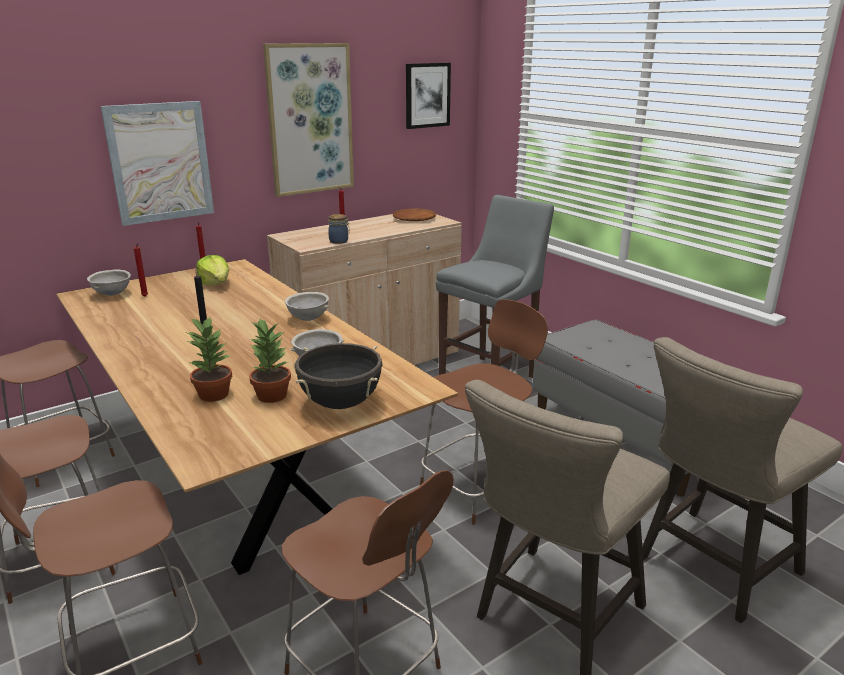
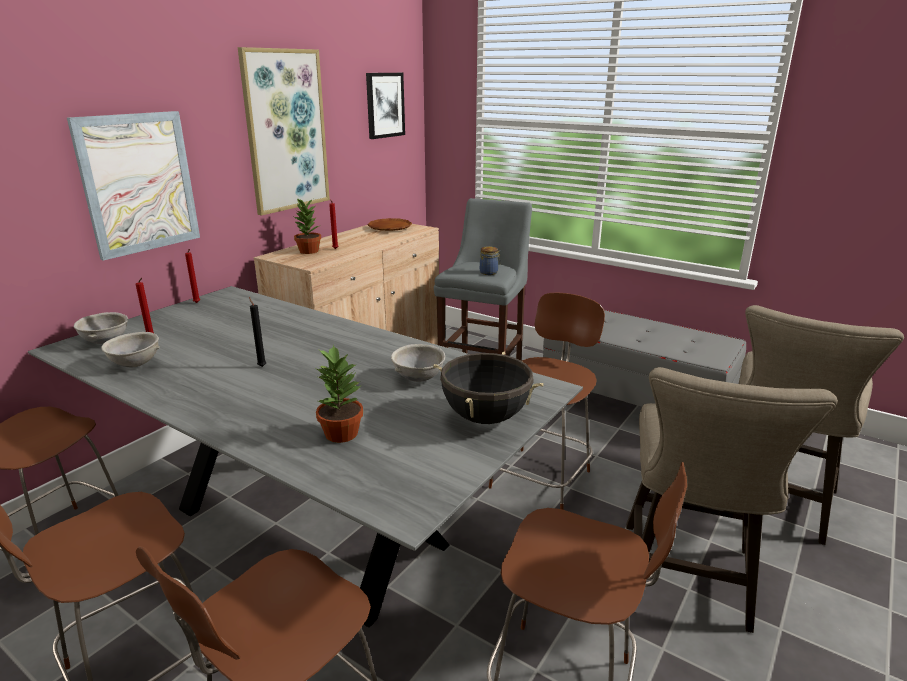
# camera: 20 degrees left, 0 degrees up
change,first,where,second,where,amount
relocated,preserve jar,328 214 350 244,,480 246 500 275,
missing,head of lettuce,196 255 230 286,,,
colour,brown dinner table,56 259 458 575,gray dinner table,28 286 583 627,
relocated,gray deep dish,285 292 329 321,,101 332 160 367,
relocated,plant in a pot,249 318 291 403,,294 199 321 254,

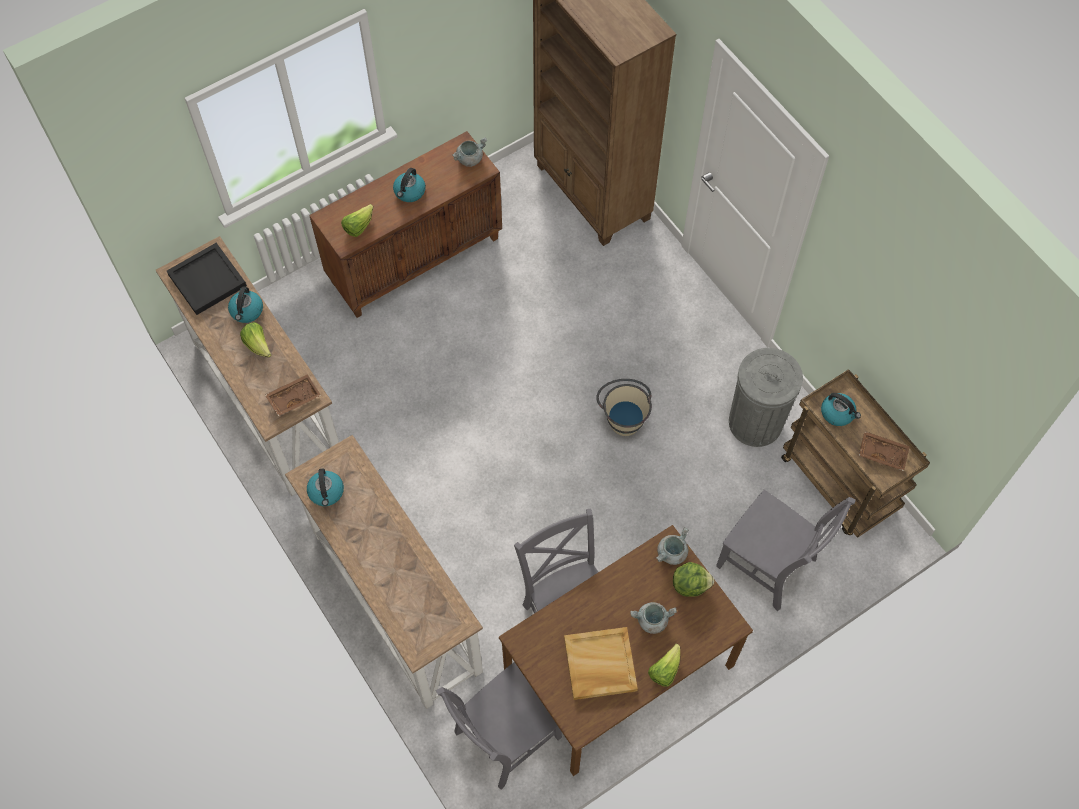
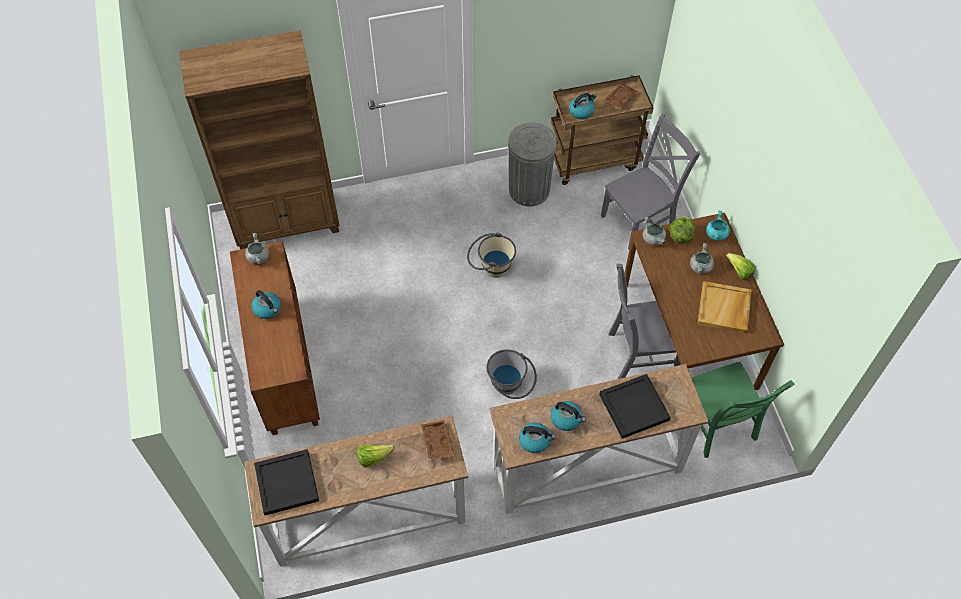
# camera: 70 degrees left, 5 degrees down
change,first,where,second,where,amount
missing,head of lettuce,341 204 373 237,,,
relocated,water kettle,228 286 263 323,,551 401 586 431,
colour,gray chair,436 662 562 790,green chair,691 362 795 458,
appeared,,,turquoise-coloured saucepot,706 211 730 240,
appeared,,,gray pail,486 349 537 399,
appeared,,,black-coloured carrying tray,599 374 671 439,

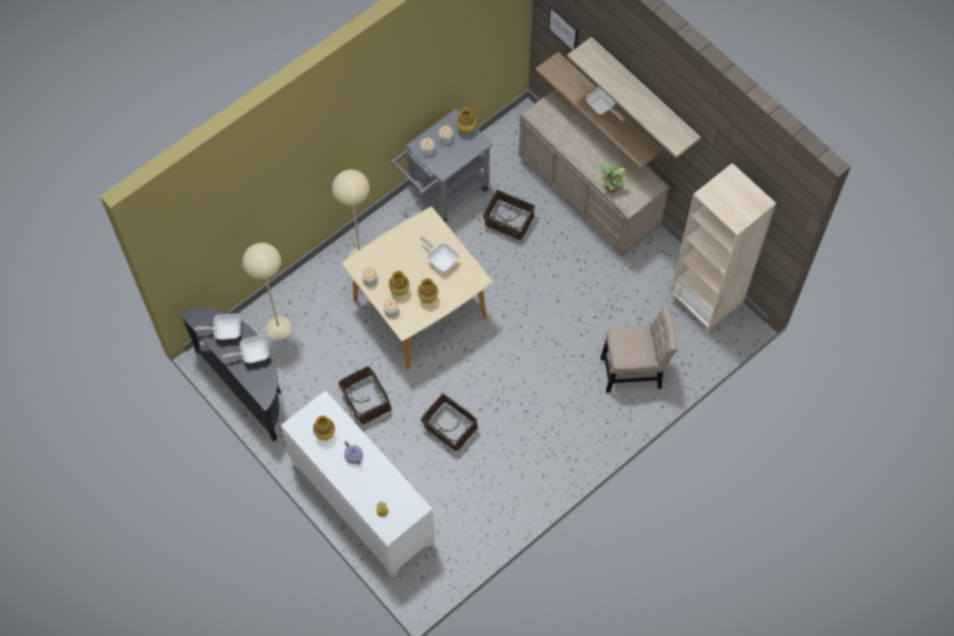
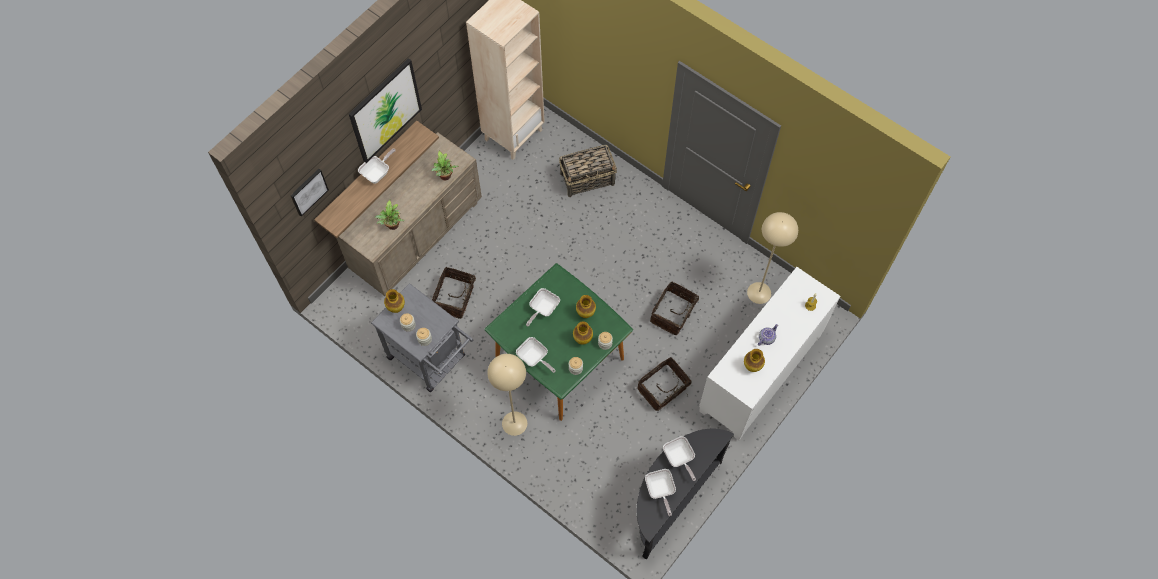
# camera: 100 degrees left, 0 degrees up
change,first,where,second,where,amount
exchanged,shelf,567 37 701 158,picture,349 58 422 163,
colour,beige dinner table,341 207 493 370,green dinner table,484 263 633 421,
relocated,beige standing lamp,242 243 292 339,,747 212 798 304,
exchanged,beige chair,600 306 678 393,storage basket,559 145 617 197,
appeared,,,plant in a pot,375 200 404 230,
appeared,,,pan,516 337 556 373,

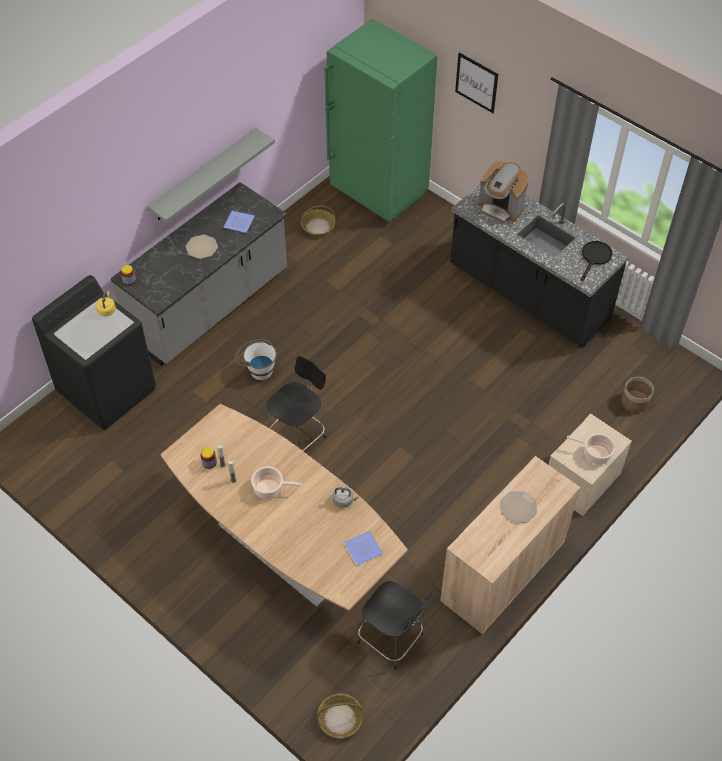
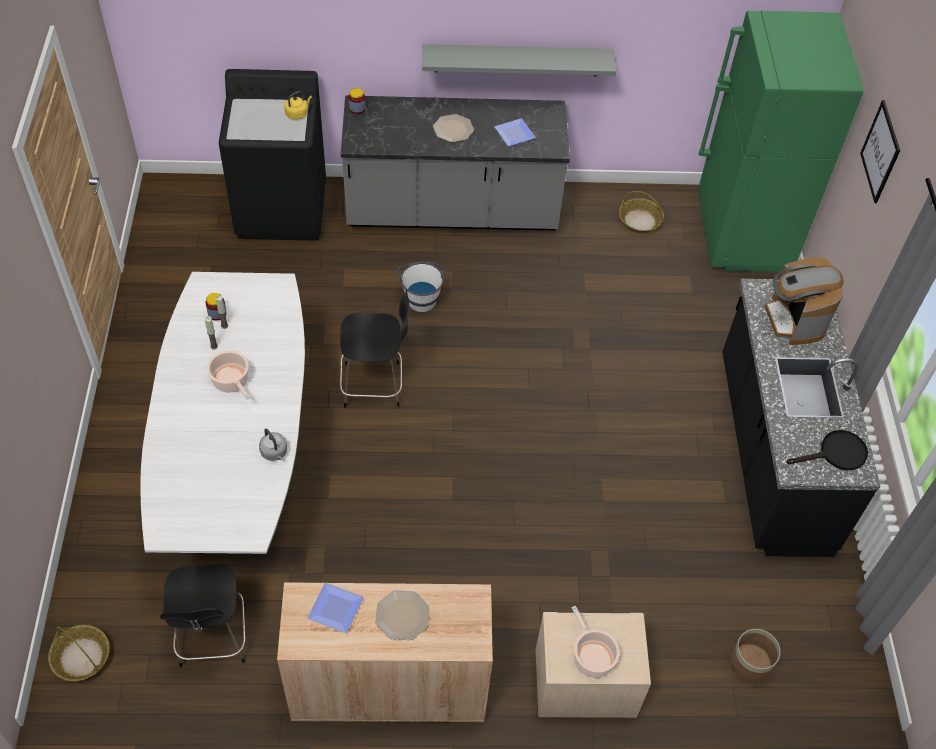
# camera: 45 degrees right, 0 degrees up
change,first,where,second,where,amount
colour,brown dinner table,161 404 408 611,whitish dinner table,140 272 305 554,
relocated,plate,344 531 383 566,,307 583 364 633,

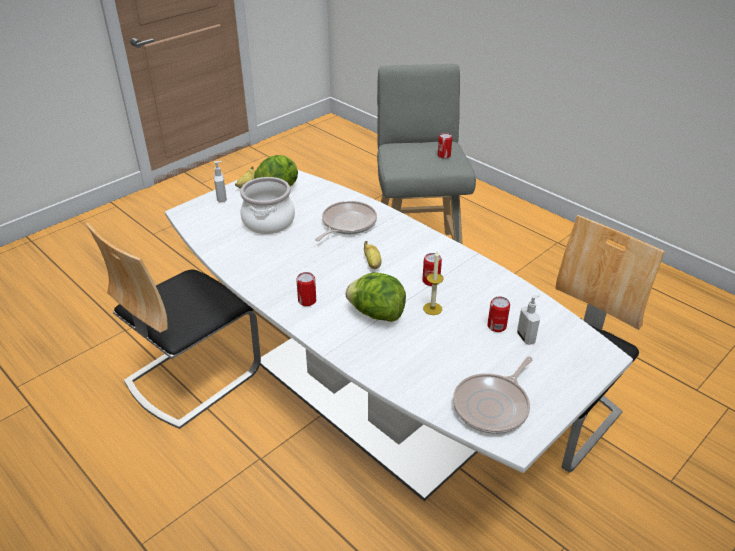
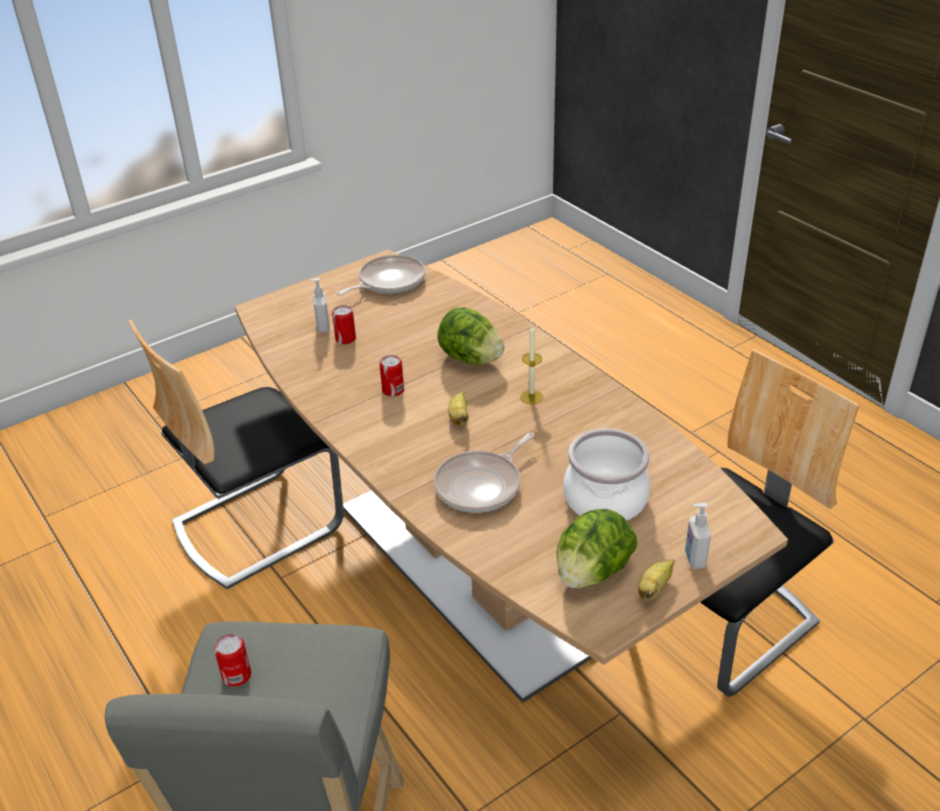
# camera: 170 degrees left, 0 degrees up
change,first,where,second,where,amount
colour,whitish dinner table,165 170 633 501,brown dinner table,235 250 788 703,
relocated,candle,423 251 444 315,,520 325 543 404,
missing,metal can,296 272 316 306,,,

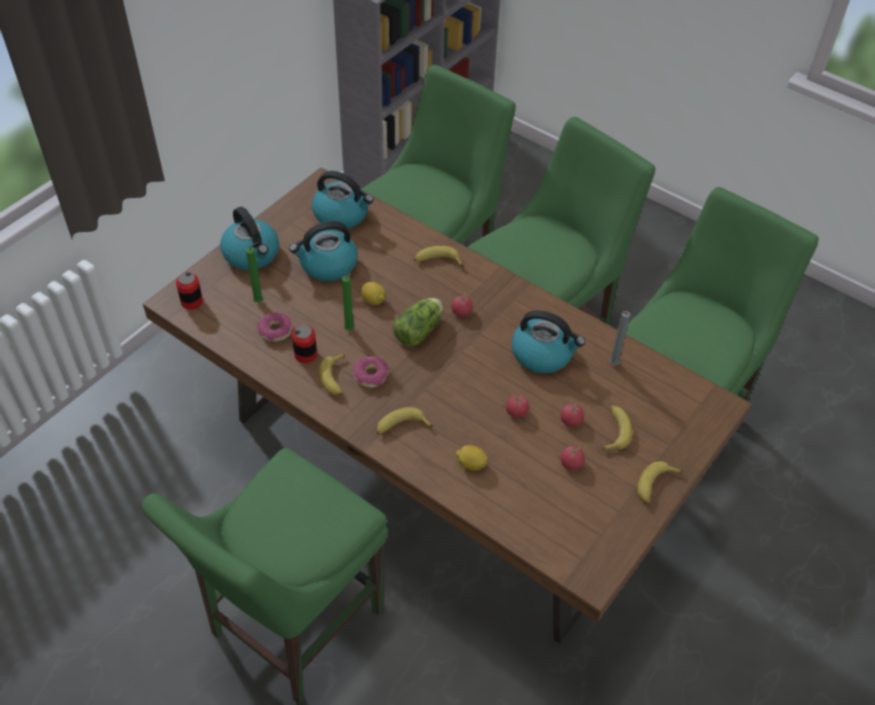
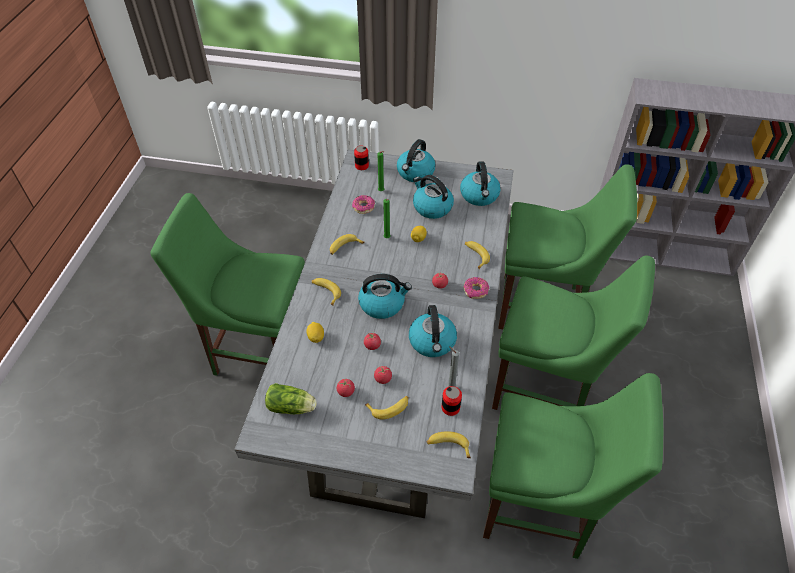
# camera: 65 degrees right, 0 degrees up
change,first,where,second,where,amount
colour,brown dinner table,143 167 752 644,gray dinner table,234 149 513 518,
relocated,head of lettuce,393 298 443 346,,265 383 317 414,
relocated,metal can,292 325 317 363,,442 386 462 416,
relocated,ring doughnut,353 356 388 388,,463 277 489 299,
relocated,whole banana,637 461 683 504,,427 431 471 458,
appeared,,,water kettle,358 274 412 319,

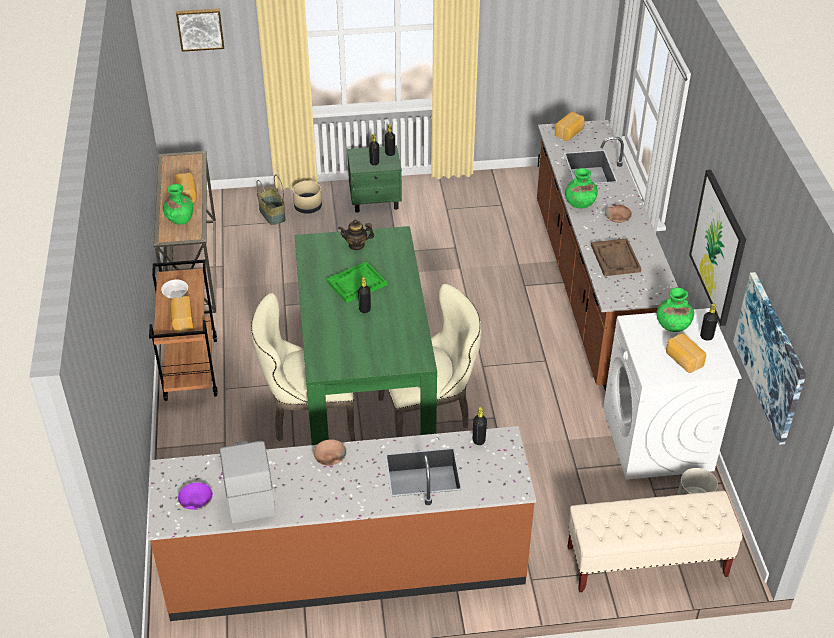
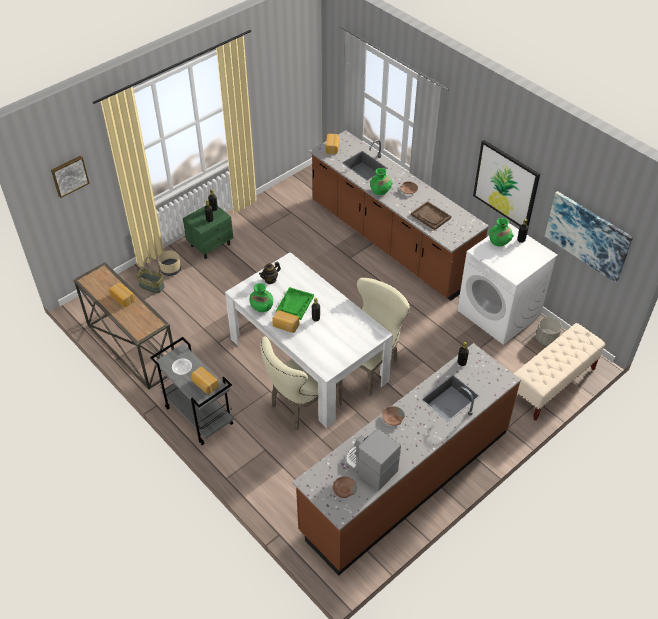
# camera: 35 degrees left, 5 degrees up
change,first,where,second,where,amount
relocated,green decorative vase,163 184 193 225,,249 283 273 312,
colour,green dinner table,295 226 437 445,whitish dinner table,225 252 393 428,
colour,brown wheeled cart,149 259 218 401,gray wheeled cart,150 337 234 445,
relocated,bakery bread,666 333 707 373,,272 310 299 333,
colour,purplish deep dish,178 482 213 510,brown deep dish,333 477 357 498,

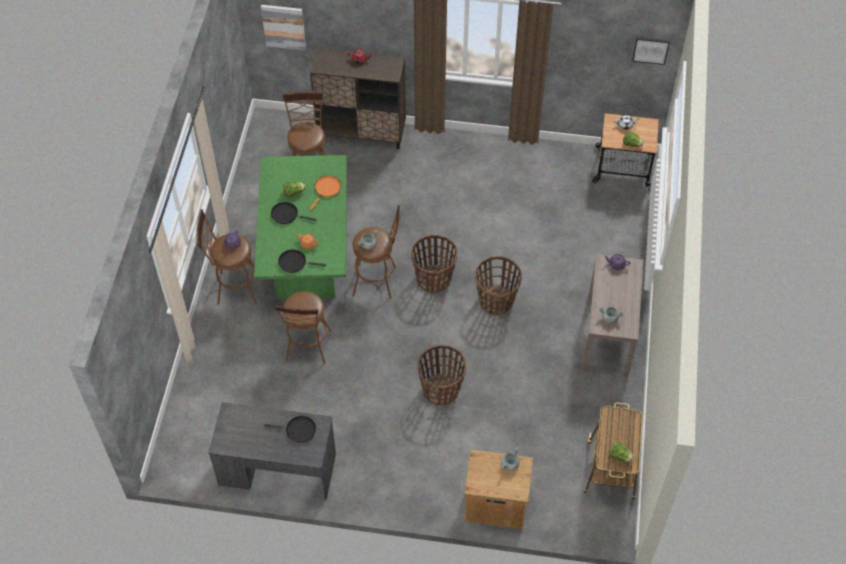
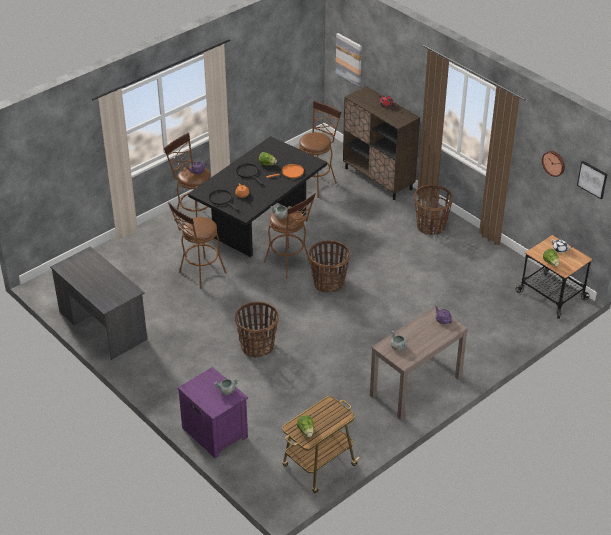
# camera: 40 degrees right, 15 degrees down
change,first,where,second,where,amount
colour,green dinner table,254 155 347 299,black-coloured dinner table,188 136 327 257,
relocated,storage basket,475 256 522 315,,414 185 453 235,
missing,black-coloured pan,264 416 316 443,,,
colour,brown bedside table,464 450 533 529,purplish bedside table,178 367 248 458,
appeared,,,clock on the wall,542 151 565 177,

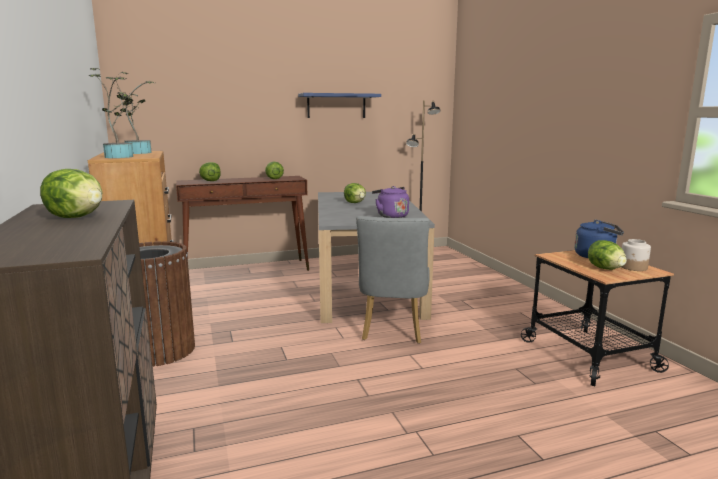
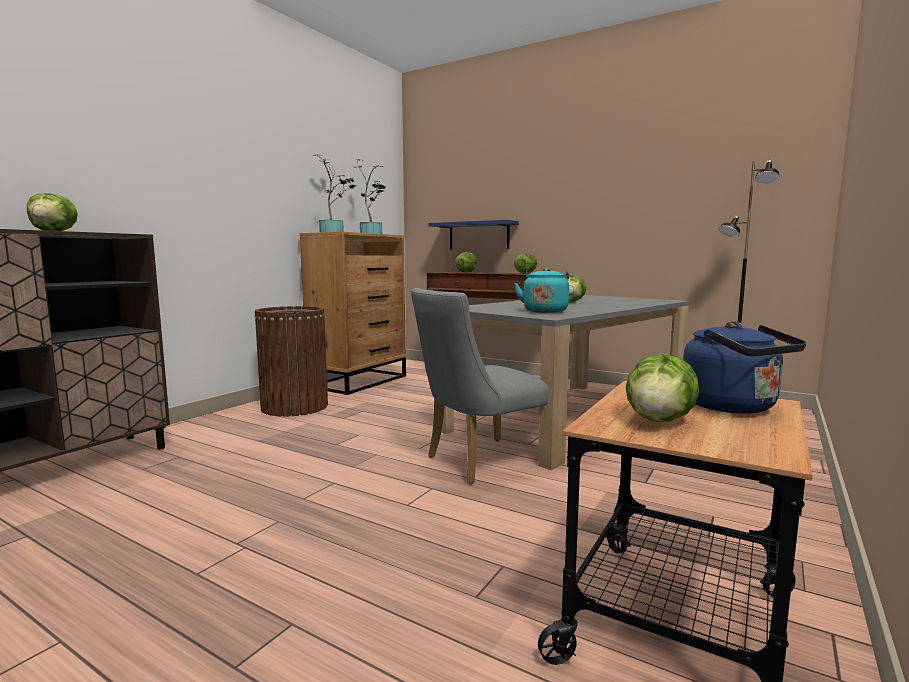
# camera: 50 degrees right, 5 degrees down
change,first,where,second,where,amount
relocated,blue-coloured shelf,298 93 381 118,,428 220 519 250,
colour,purplish water kettle,372 186 409 218,turquoise-coloured water kettle,514 268 569 313,
missing,preserve jar,621 239 651 271,,,

